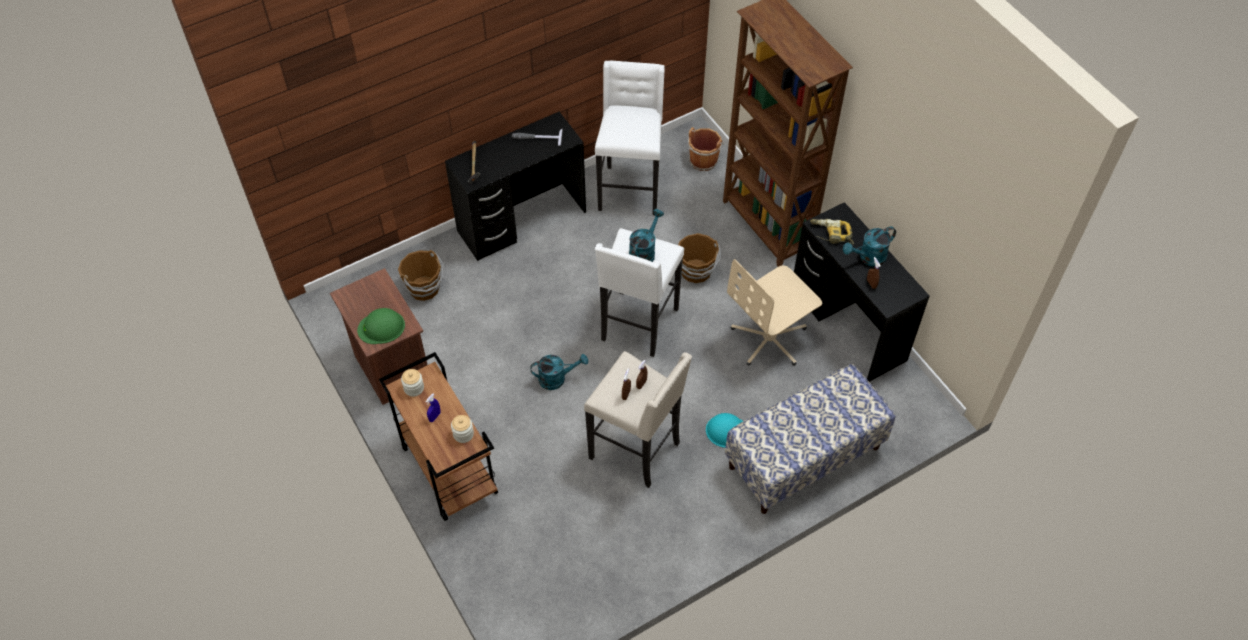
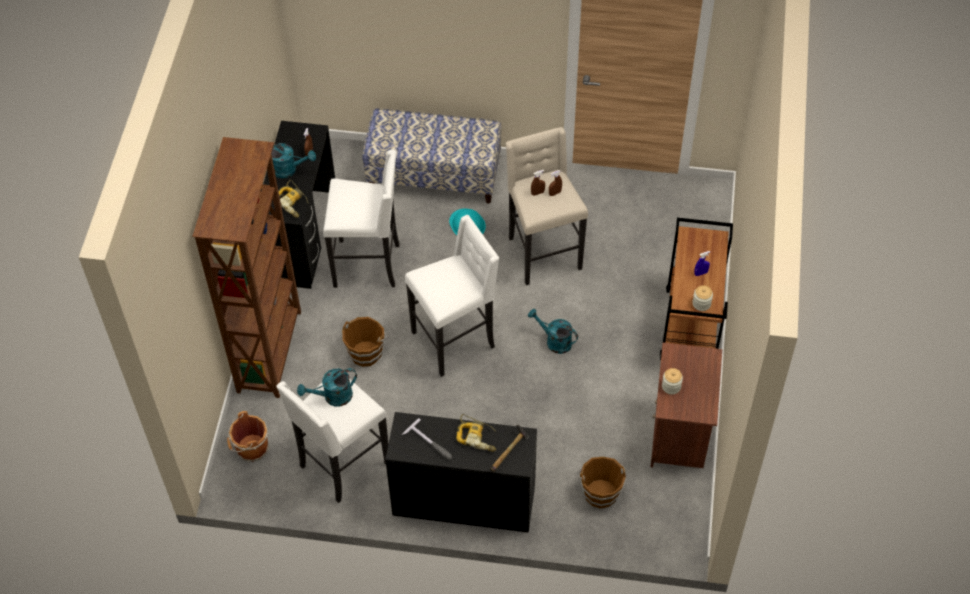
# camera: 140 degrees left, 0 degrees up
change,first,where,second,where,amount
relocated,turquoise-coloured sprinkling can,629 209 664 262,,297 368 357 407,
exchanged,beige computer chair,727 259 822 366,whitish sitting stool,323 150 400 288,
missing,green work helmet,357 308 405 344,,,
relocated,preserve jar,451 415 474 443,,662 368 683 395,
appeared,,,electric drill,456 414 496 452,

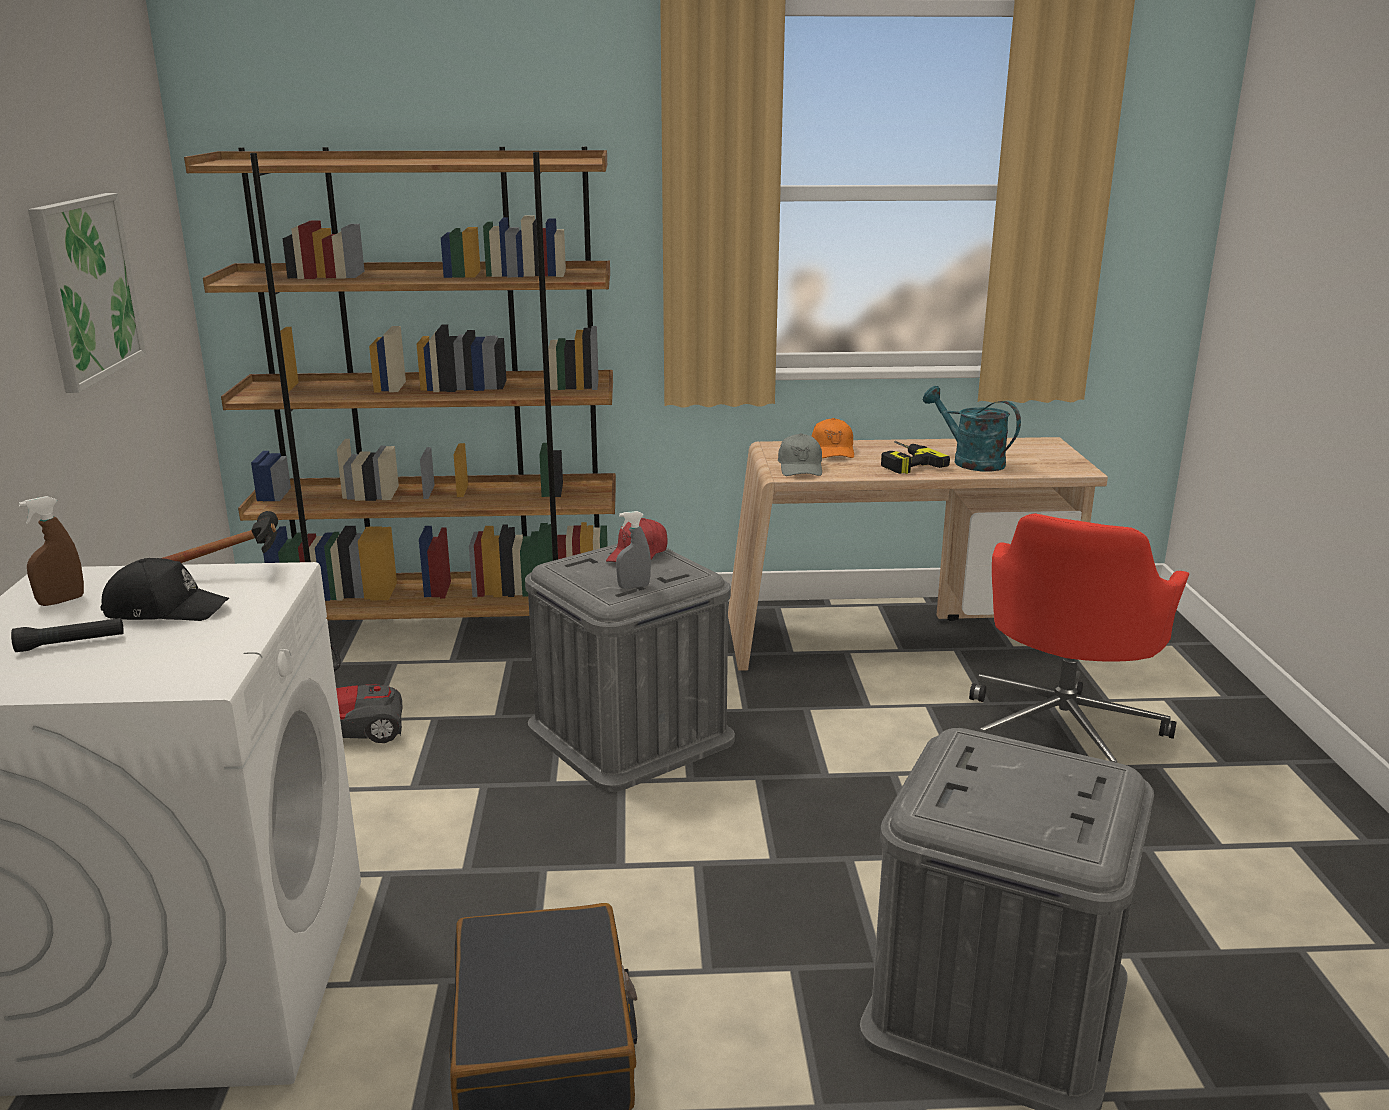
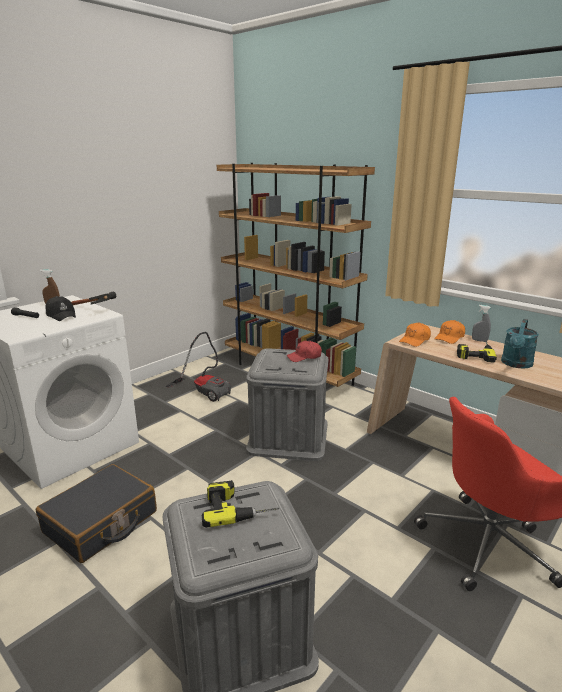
# camera: 45 degrees right, 0 degrees up
change,first,where,second,where,amount
missing,picture,28 193 146 393,,,
spun,turquoise-coloured sprinkling can,923 386 1021 472,,501 319 539 369,150 degrees counterclockwise
colour,gray cap,778 433 822 476,orangey cap,399 323 431 347,
relocated,gray spray bottle,616 511 651 589,,472 305 491 342,
appeared,,,electric drill,202 480 280 528,

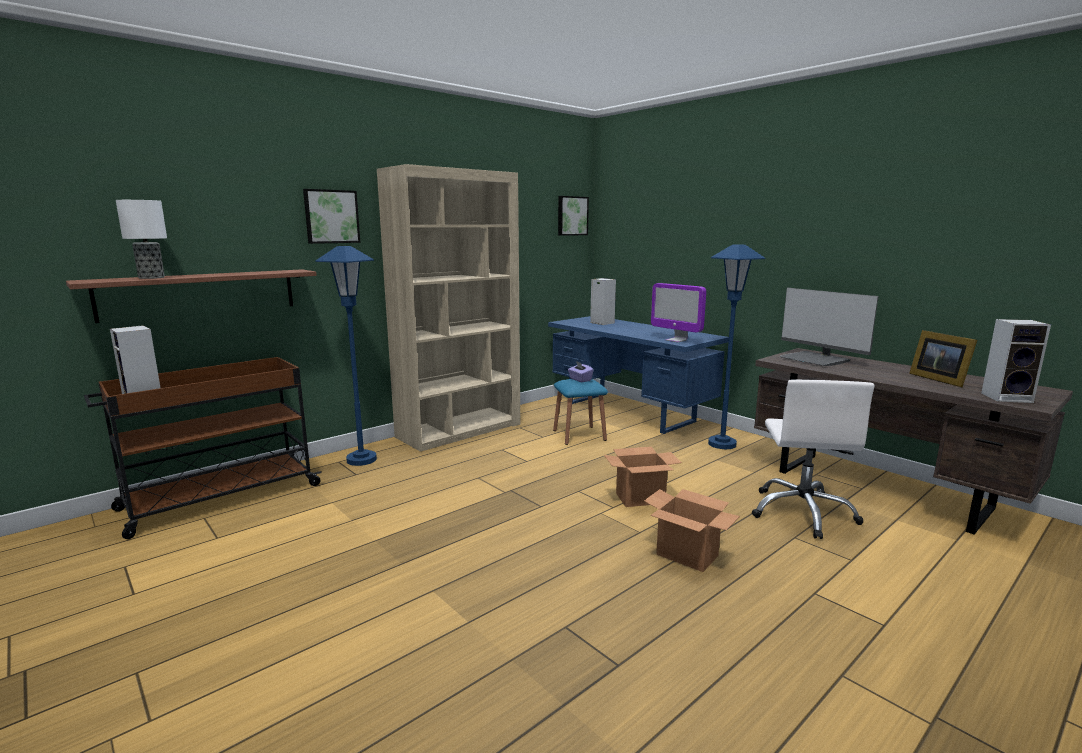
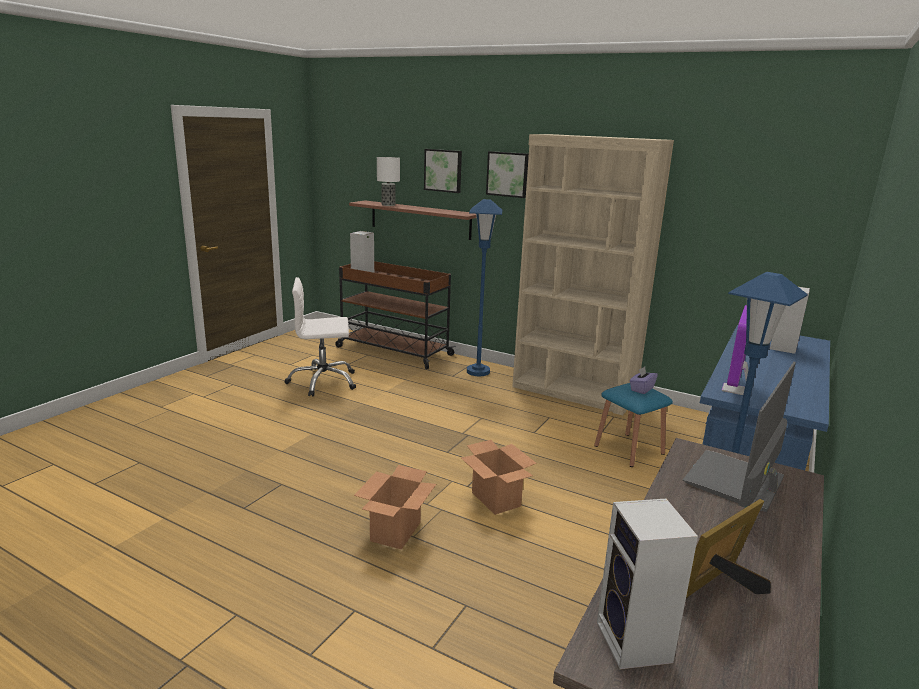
# camera: 70 degrees right, 5 degrees up
change,first,where,second,where,amount
relocated,picture,558 196 589 236,,424 149 462 193,
relocated,whitish computer chair,752 379 875 539,,285 277 356 396,

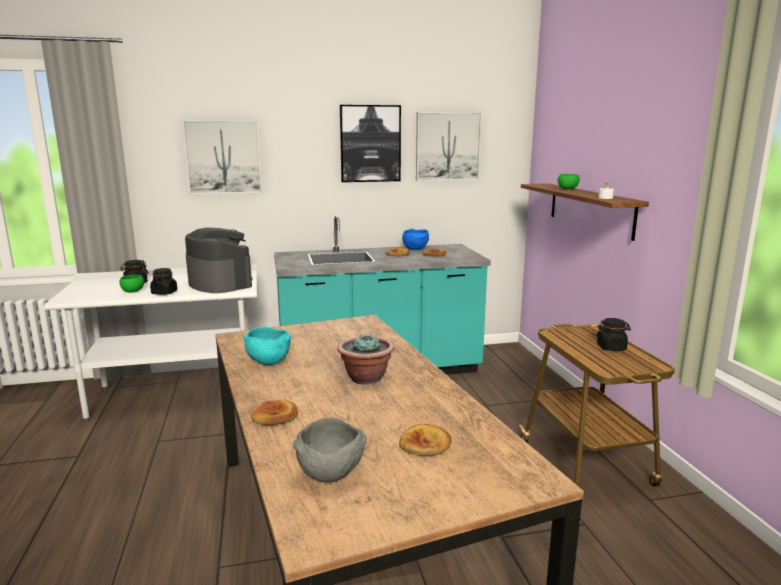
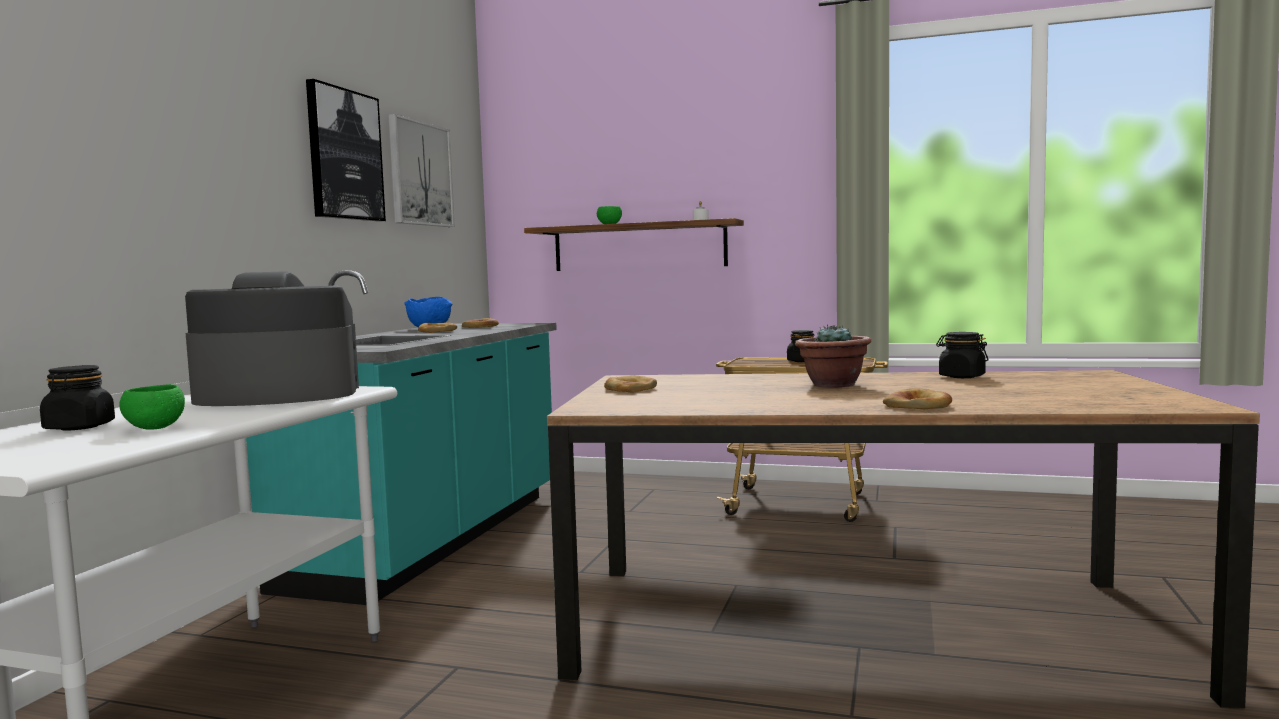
# camera: 60 degrees left, 10 degrees down
change,first,where,second,where,amount
missing,picture,182 120 262 195,,,
relocated,black-coloured preserve jar,150 268 177 295,,936 332 988 378,
missing,turquoise-coloured deep dish,243 327 291 365,,,
missing,gray deep dish,293 418 367 483,,,
relocated,bakery bread,399 424 452 456,,604 376 657 393,

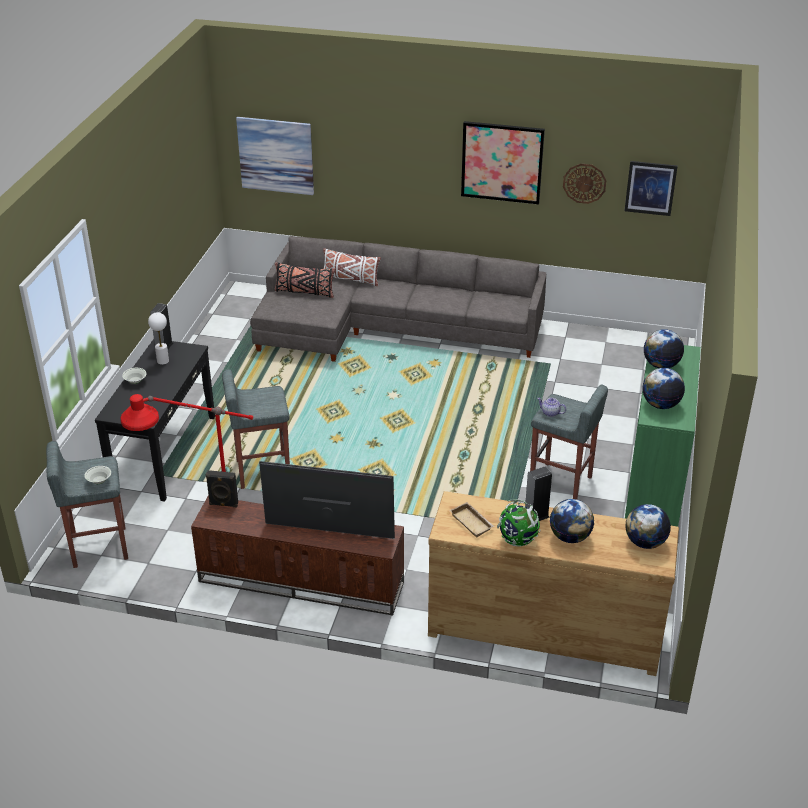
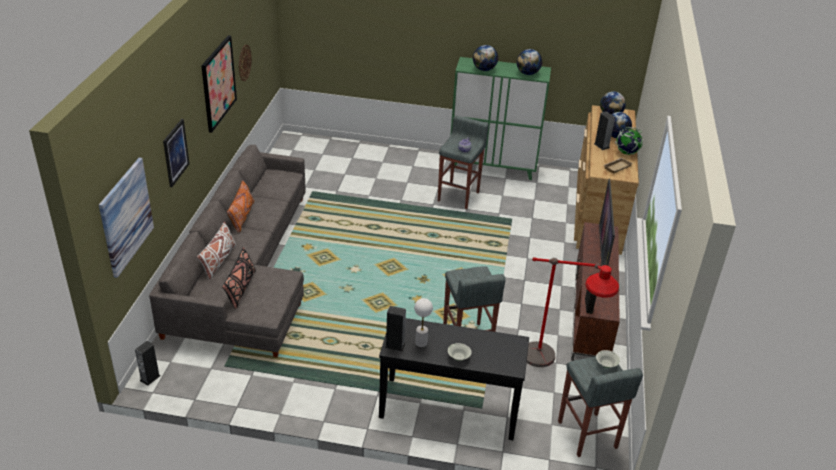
# camera: 95 degrees left, 0 degrees up
change,first,where,second,where,amount
relocated,picture,624 161 678 216,,163 119 189 187,
appeared,,,orangey cushion,227 180 254 233,
appeared,,,audio speaker,135 341 161 386,

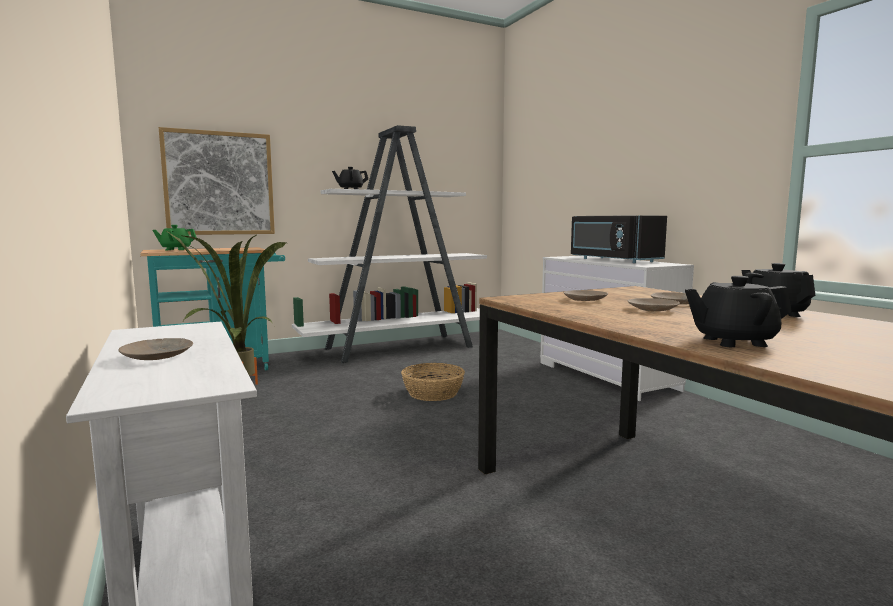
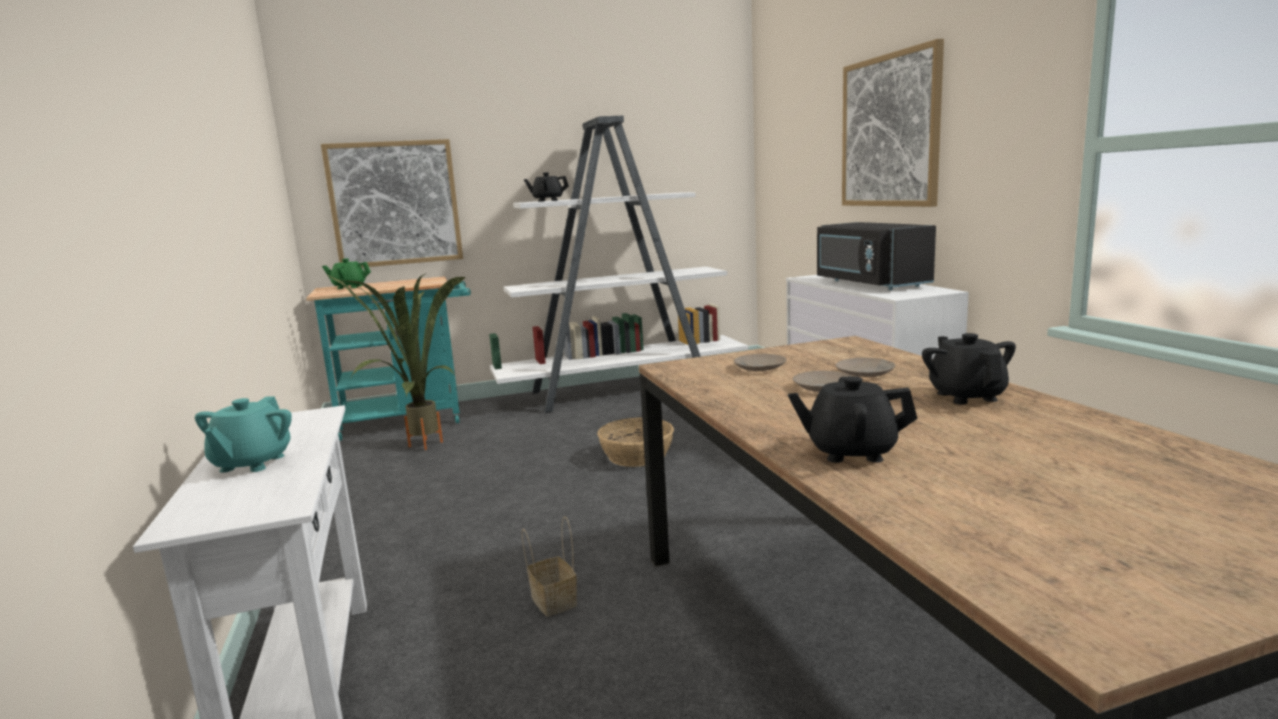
# camera: 10 degrees right, 5 degrees up
change,first,where,second,where,amount
exchanged,beige plate,118 338 193 360,turquoise-coloured teapot,195 397 292 473,
appeared,,,picture,842 39 944 207,
appeared,,,storage basket,522 516 577 617,

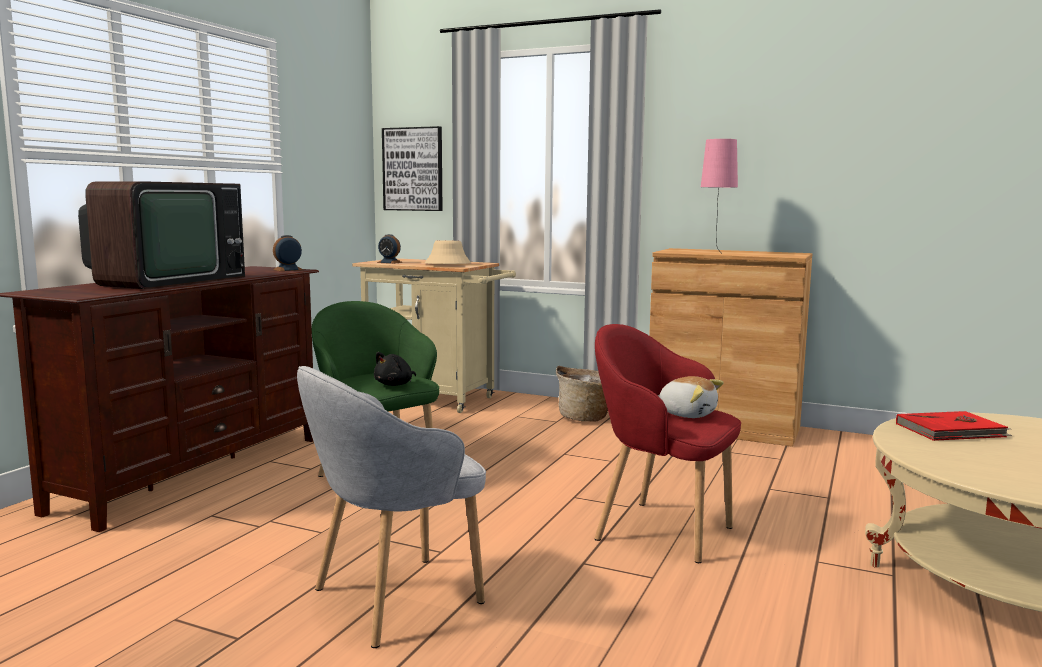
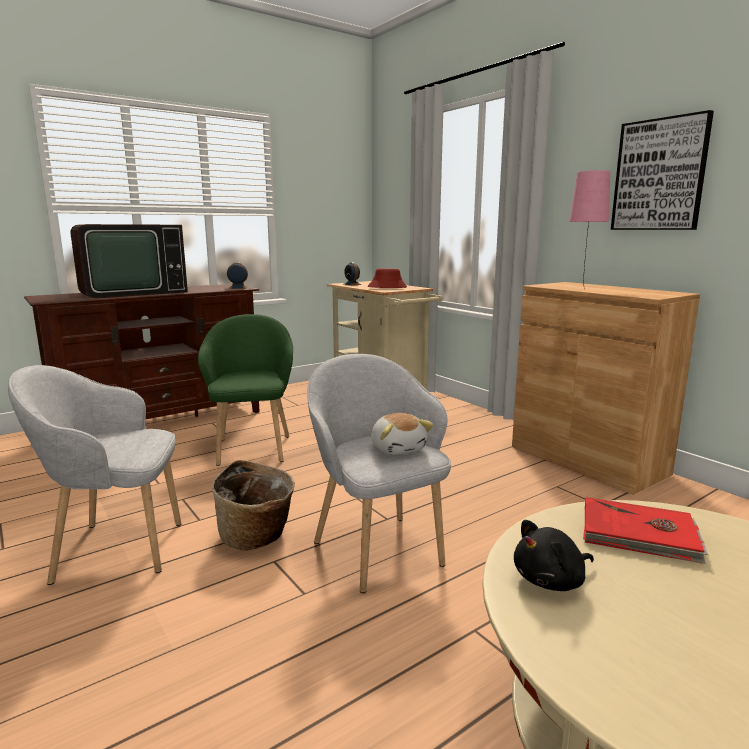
# camera: 30 degrees right, 5 degrees up
change,first,where,second,where,amount
relocated,picture,382 126 442 211,,611 110 714 230,
colour,beige clothing hat,425 241 471 264,red-coloured clothing hat,368 268 407 288,
colour,red-coloured easy chair,595 324 741 563,gray easy chair,307 354 451 593,
relocated,black-coloured plush toy,374 352 416 386,,514 520 594 591,
relocated,storage basket,556 366 608 422,,212 460 295 551,

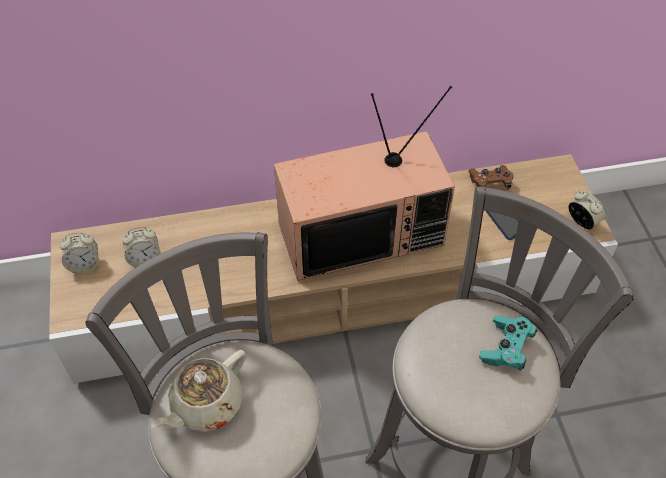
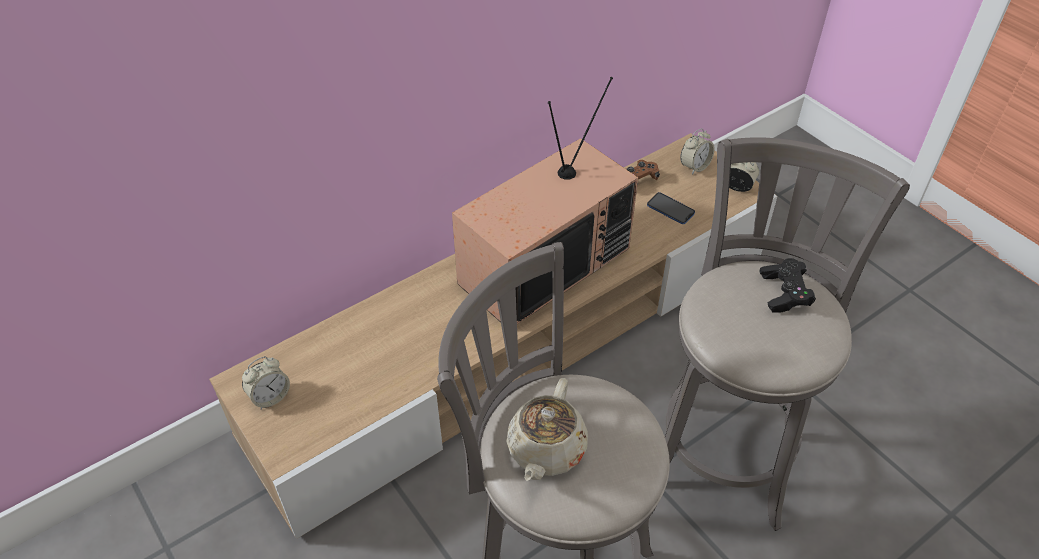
# camera: 25 degrees left, 5 degrees down
change,first,where,second,where,amount
relocated,bedside clock,122 227 161 267,,680 128 715 175,
colour,turquoise-coloured game controller,479 315 538 370,black-coloured game controller,760 258 816 312,

